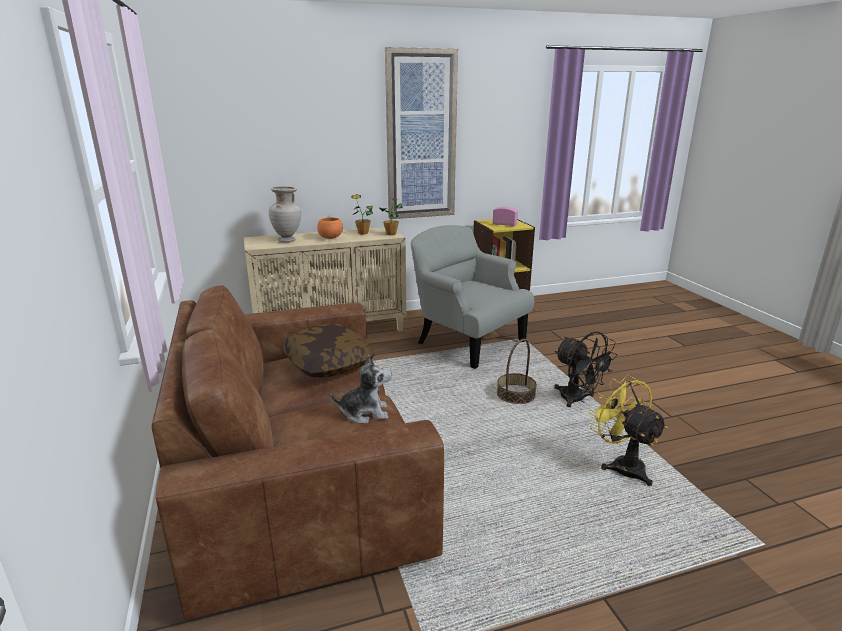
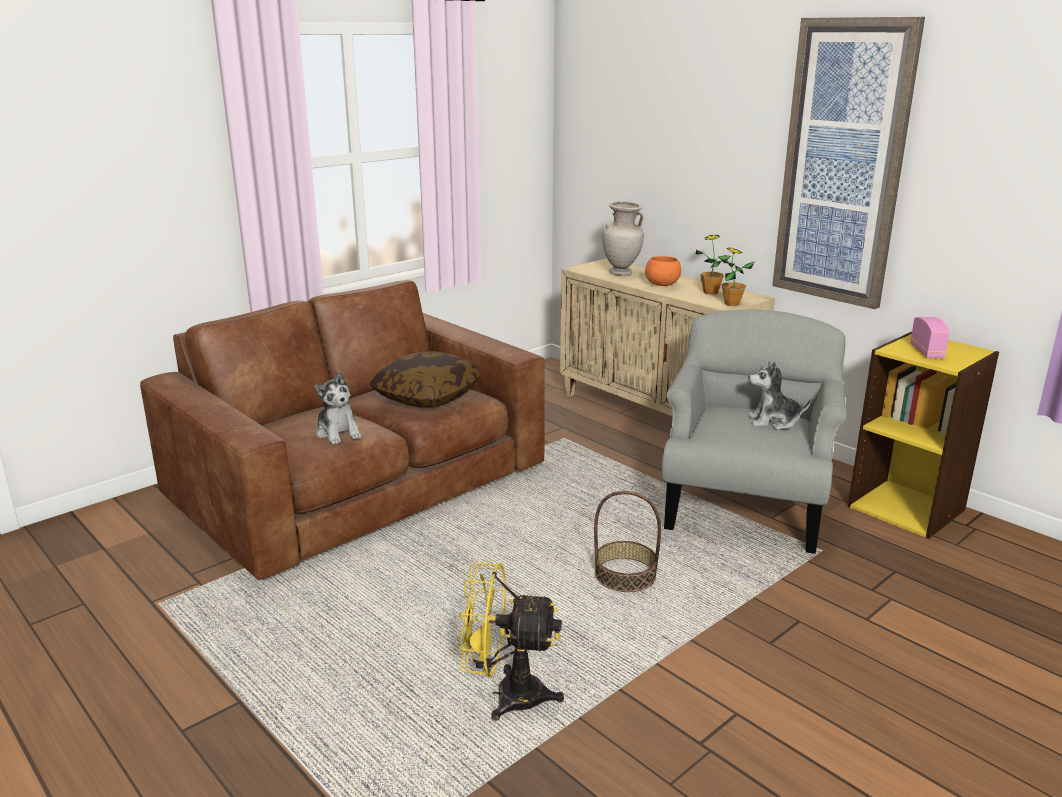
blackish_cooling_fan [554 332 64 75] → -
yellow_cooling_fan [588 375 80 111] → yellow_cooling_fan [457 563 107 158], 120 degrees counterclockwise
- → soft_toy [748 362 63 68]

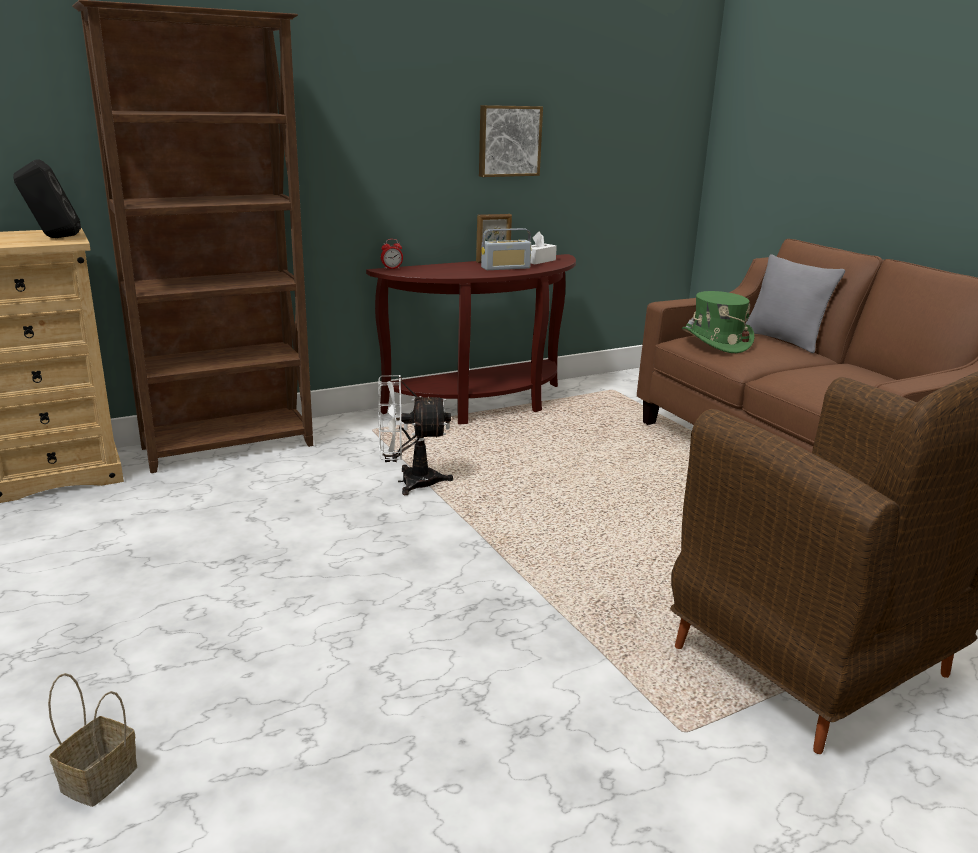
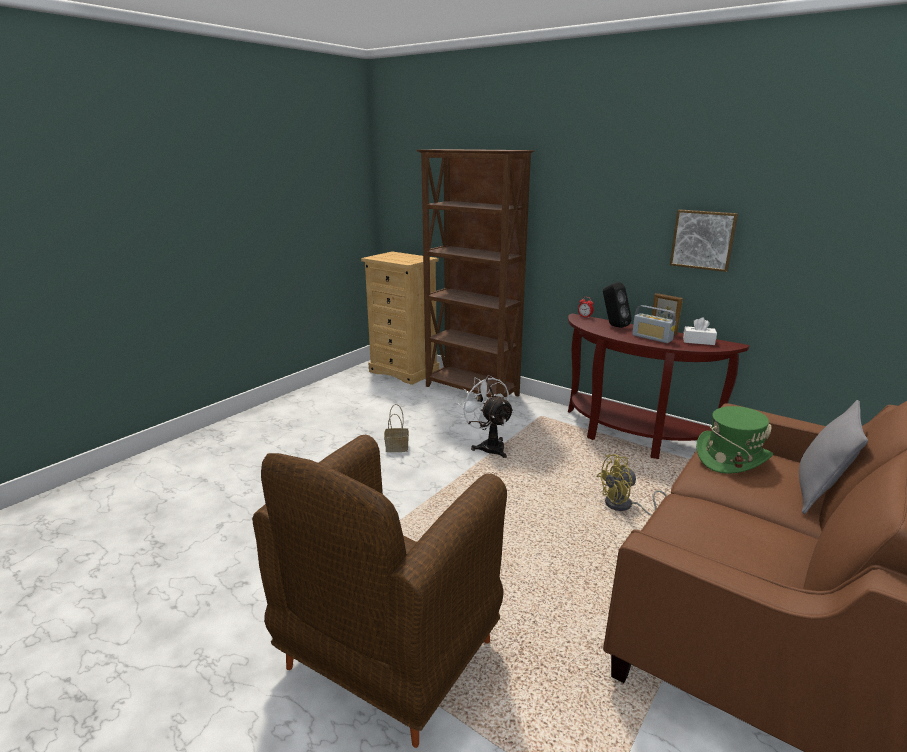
blackish_speaker [13 159 68 79] → blackish_speaker [603 282 29 46], relocated
storage_basket [48 673 89 134] → storage_basket [384 404 25 48], relocated
- → yellow_cooling_fan [597 454 70 61]

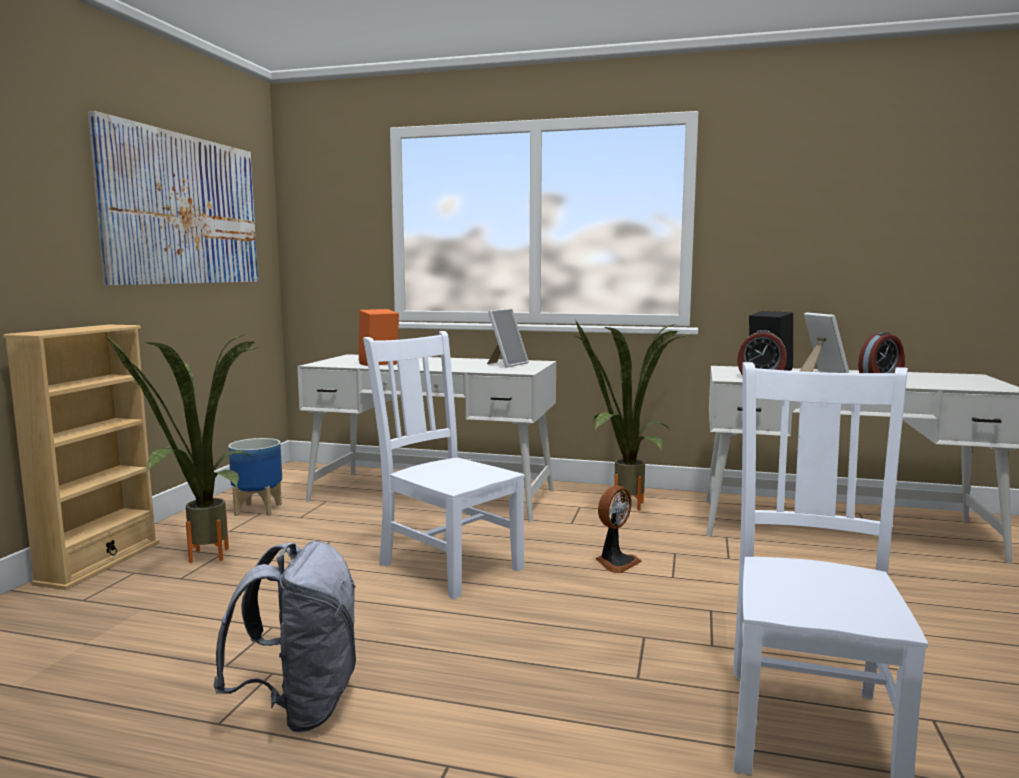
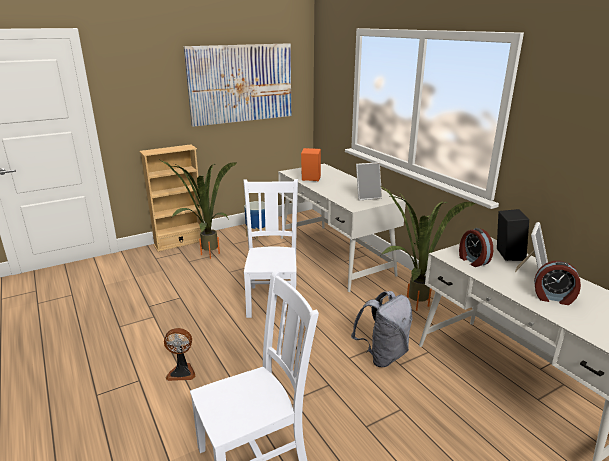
grey_backpack [213 541 143 192] → grey_backpack [351 291 62 76], relocated
cooling_fan [596 486 46 87] → cooling_fan [164 328 31 53], relocated

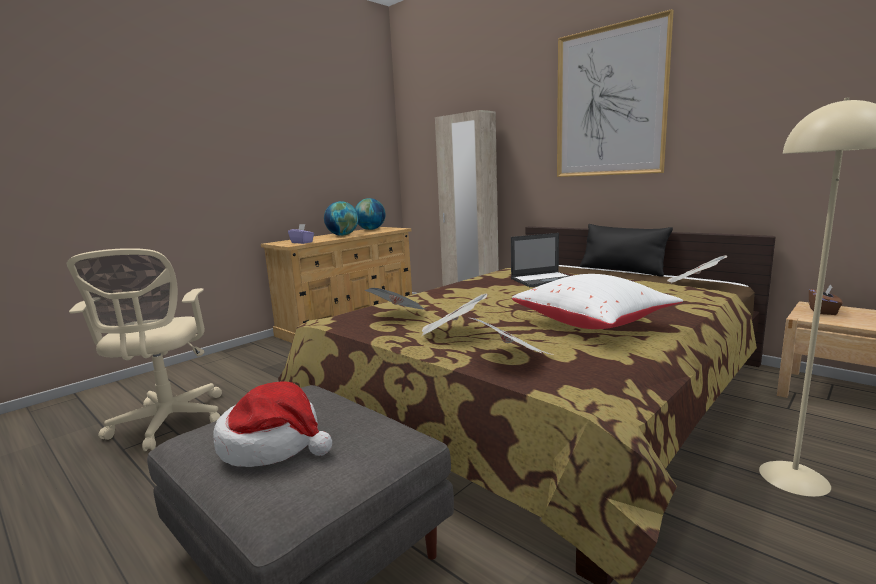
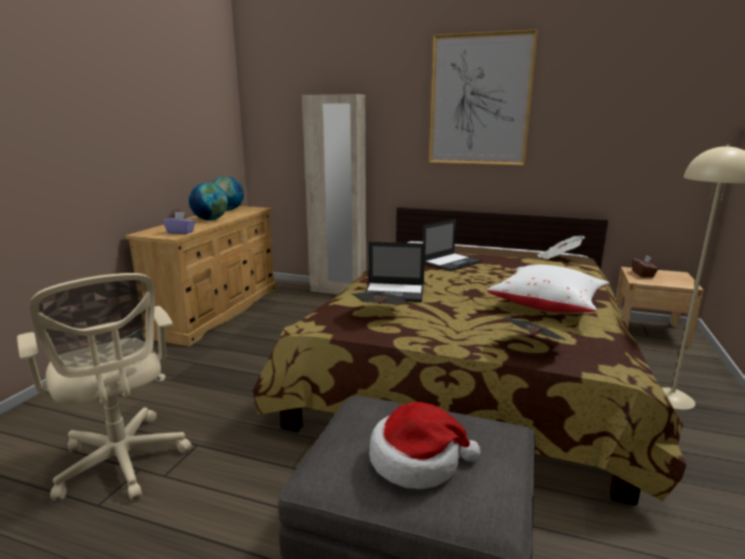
printed_paper [422 294 66 42] → -
blackish_cushion [580 224 93 53] → -
- → laptop [365 242 60 60]

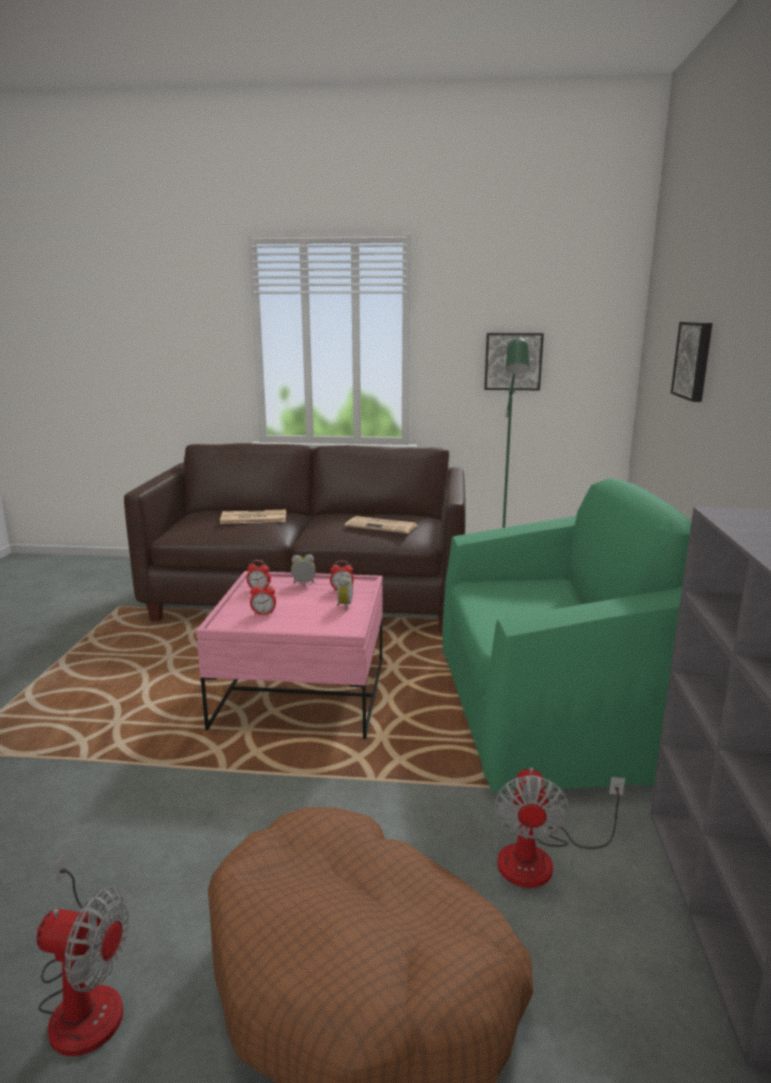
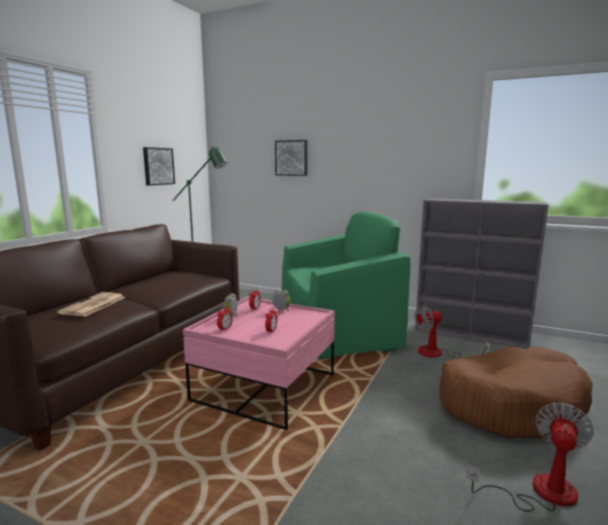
printed_paper [345 516 72 18] → -
greenish_armchair [442 478 249 314] → greenish_armchair [282 212 129 147], 60 degrees clockwise
cooling_fan [494 768 131 120] → cooling_fan [414 304 77 55], 135 degrees clockwise

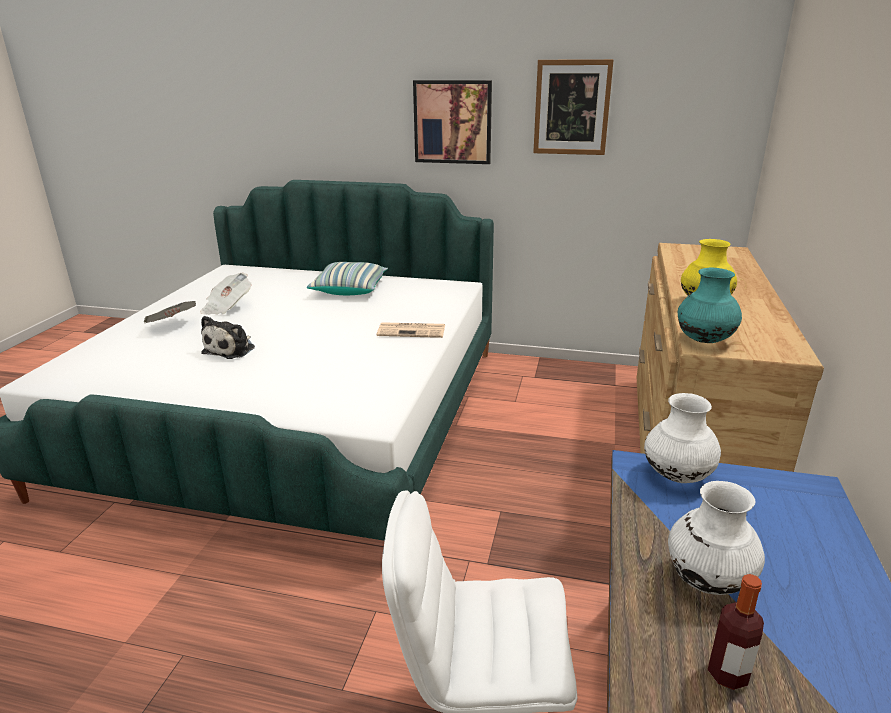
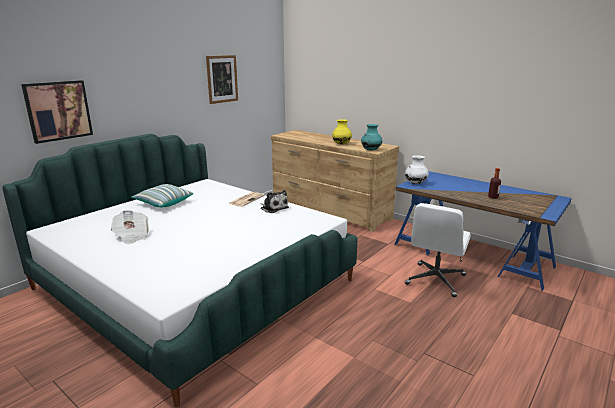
printed_paper [144 301 52 22] → -
soft_toy [201 316 54 43] → soft_toy [261 190 28 23], relocated
picture [413 80 79 84] → picture [21 80 72 64], relocated
white_decorative_vase [668 481 97 114] → -

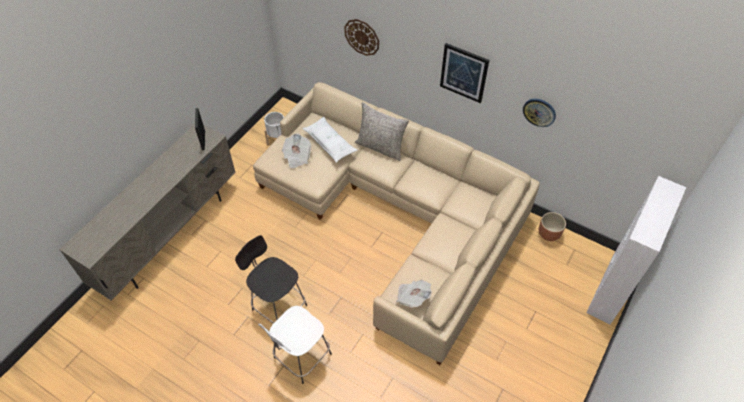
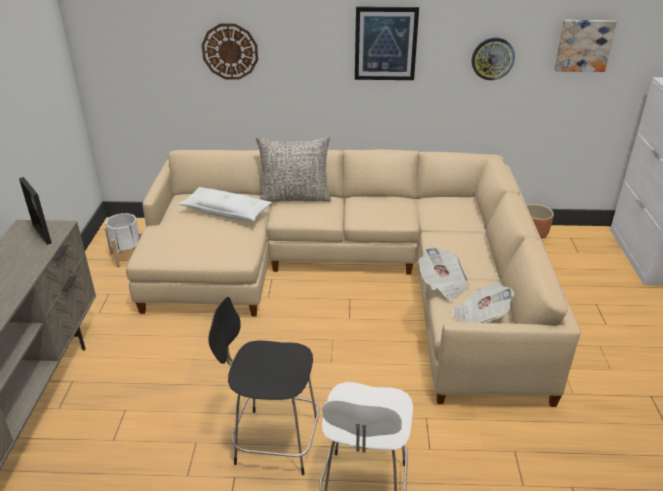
printed_paper [282 133 29 36] → printed_paper [418 247 51 54], relocated
- → picture [554 20 63 52]

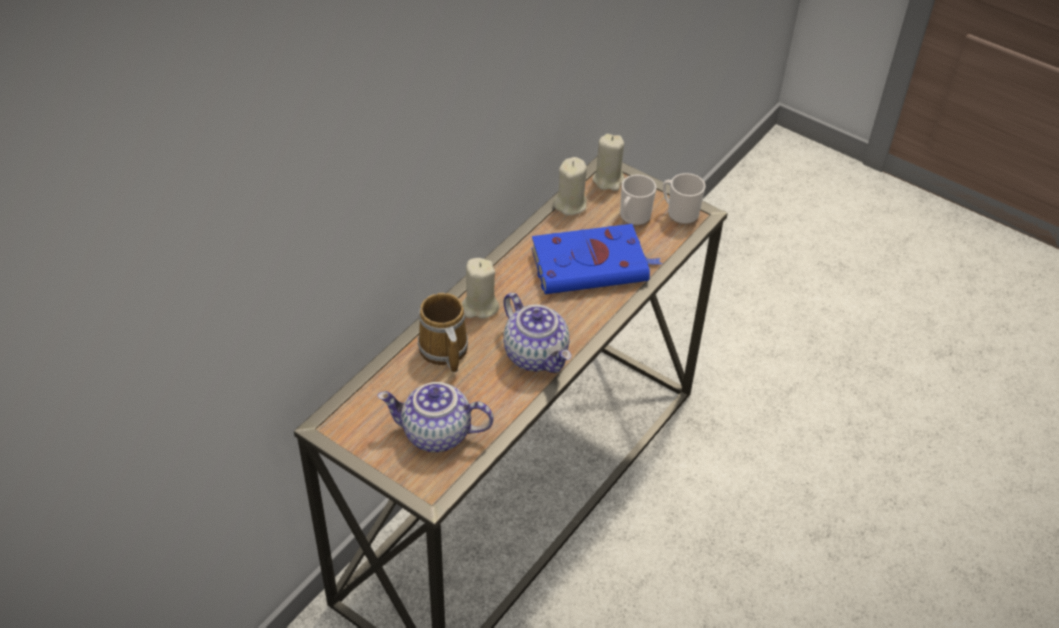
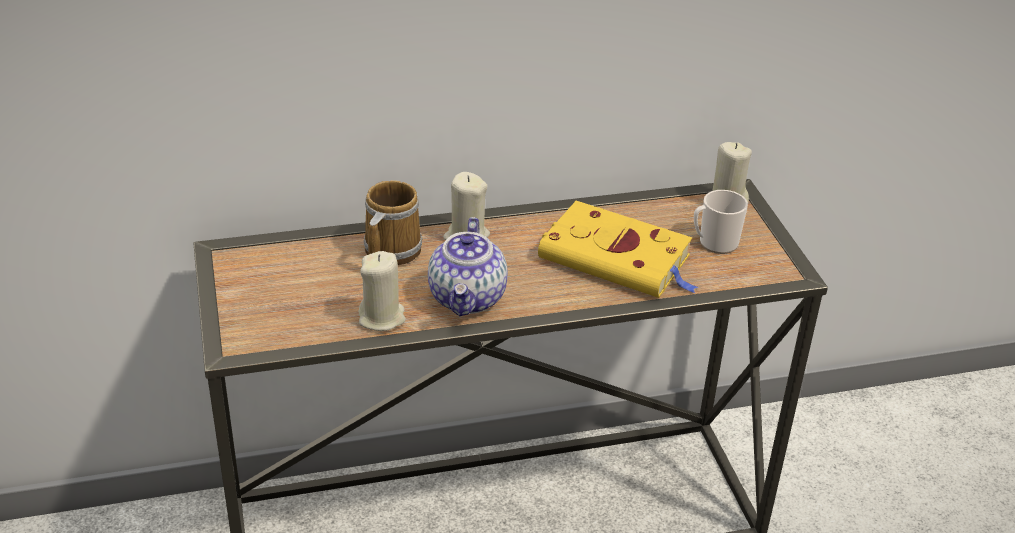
tea_pot [377 382 117 70] → -
blue-coloured_bound_book [531 224 131 70] → yellow_bound_book [538 201 160 97]
beige-coloured_wax_candle [553 157 34 58] → beige-coloured_wax_candle [359 251 47 80], relocated
tea_mug [663 173 43 51] → -

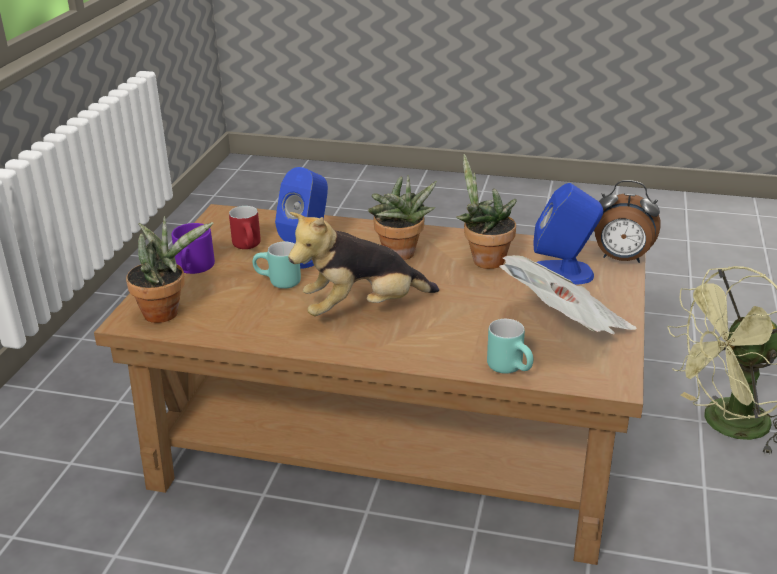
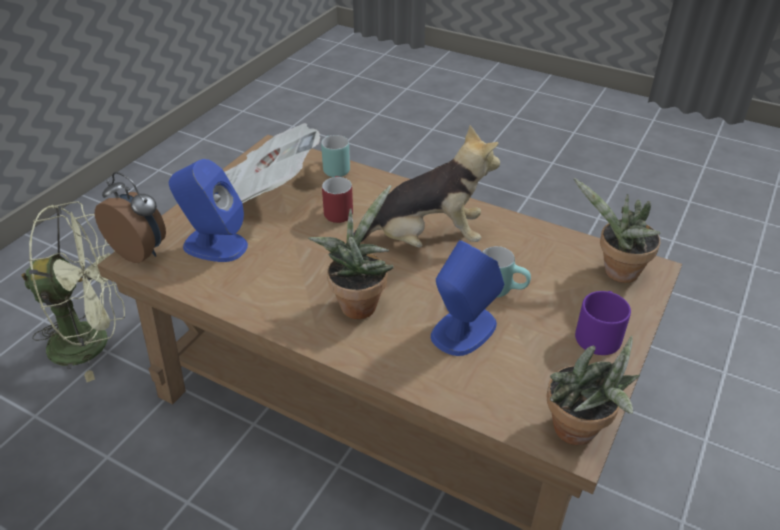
reddish_tea_mug [229 206 32 43] → reddish_tea_mug [322 176 31 47], relocated
potted_plant [456 154 61 115] → potted_plant [547 336 93 109], relocated

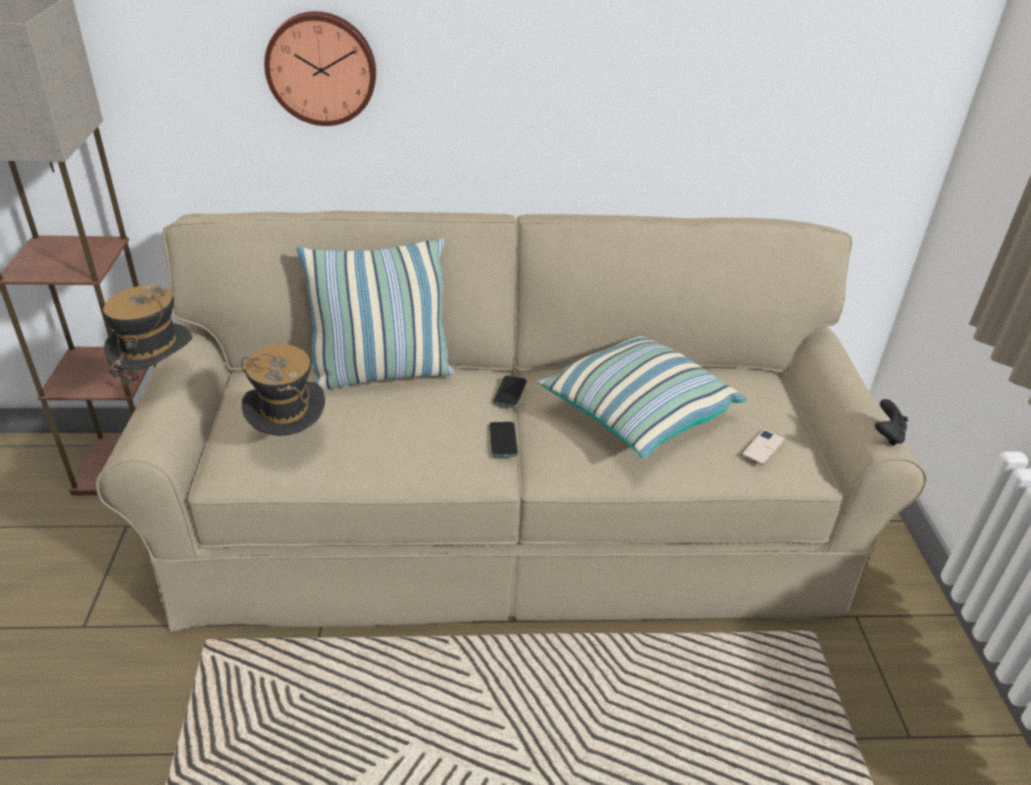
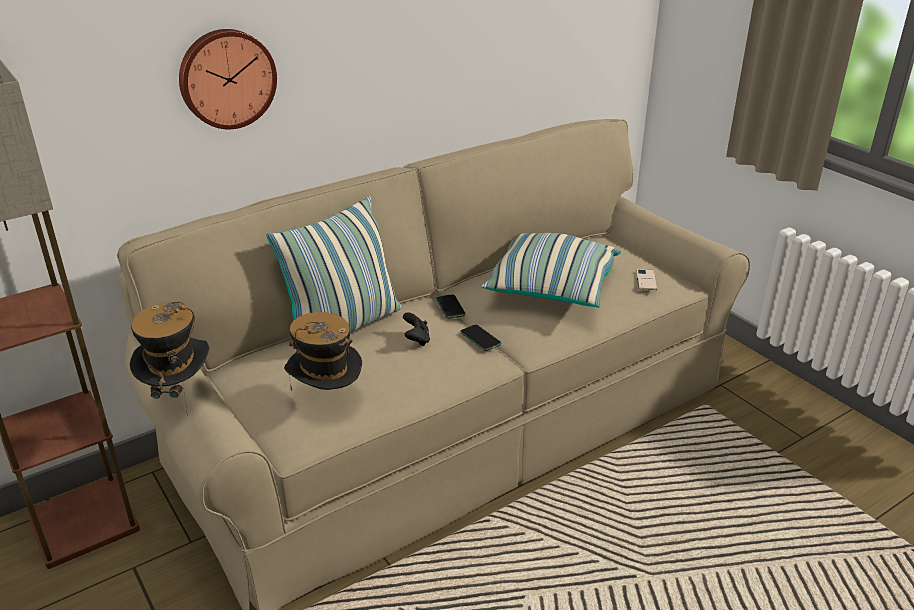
blackish_joypad [875 399 33 47] → blackish_joypad [403 312 27 34], relocated

